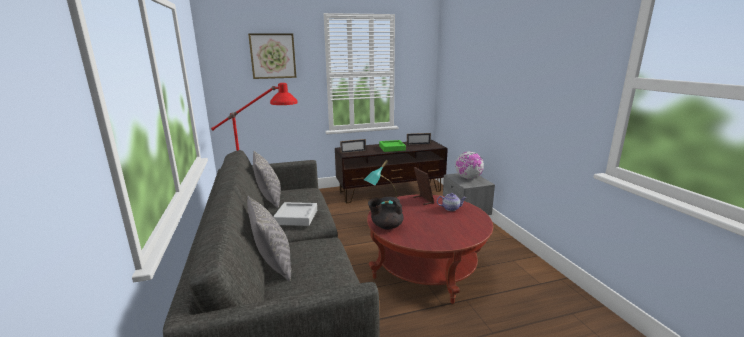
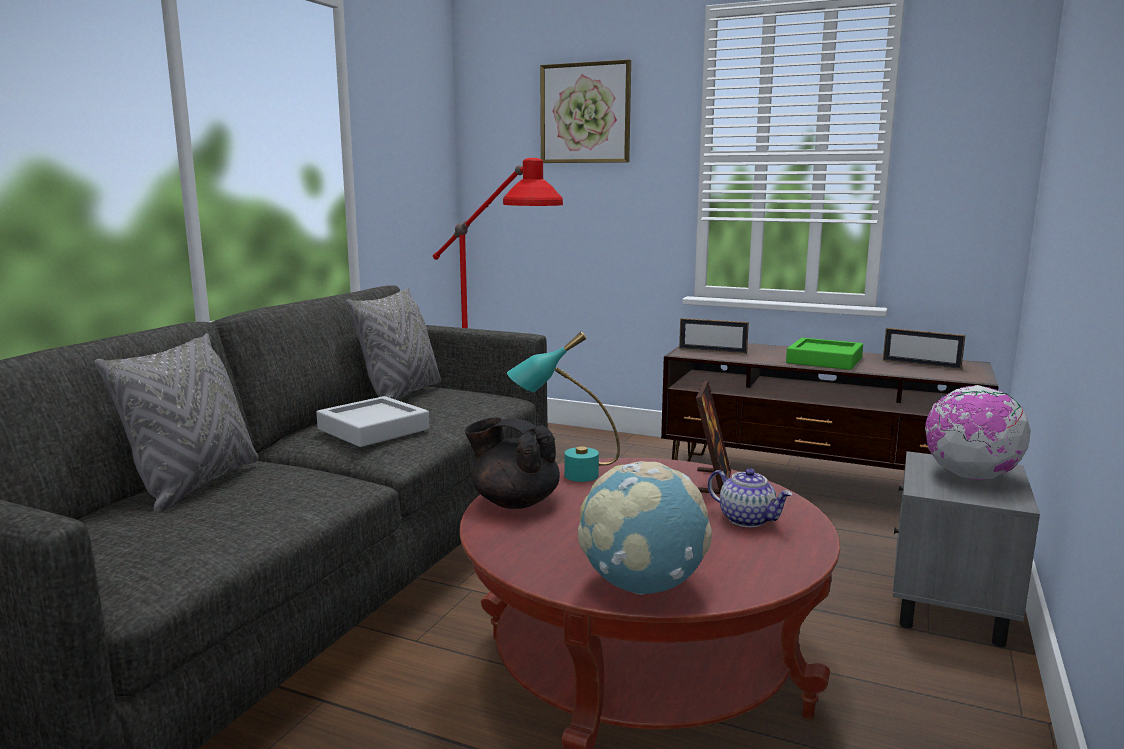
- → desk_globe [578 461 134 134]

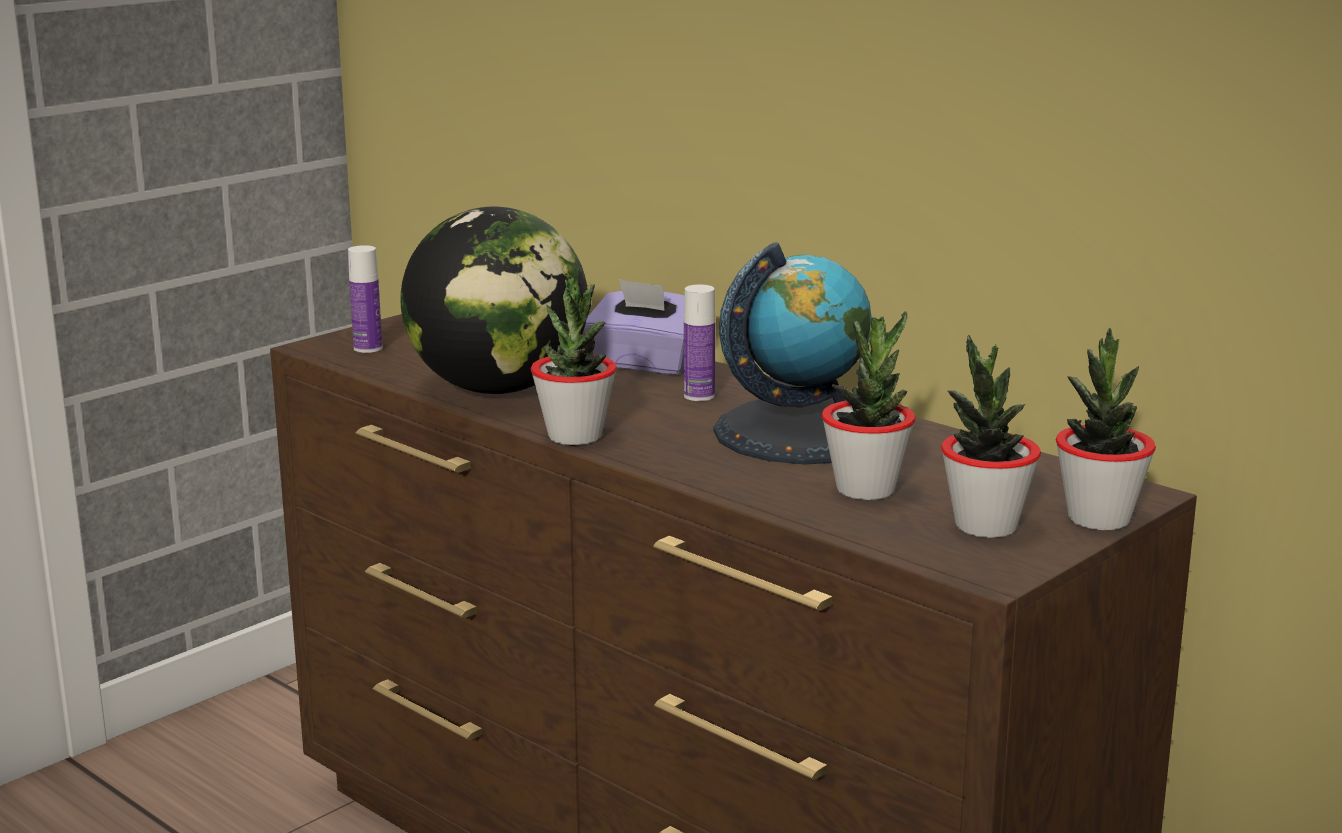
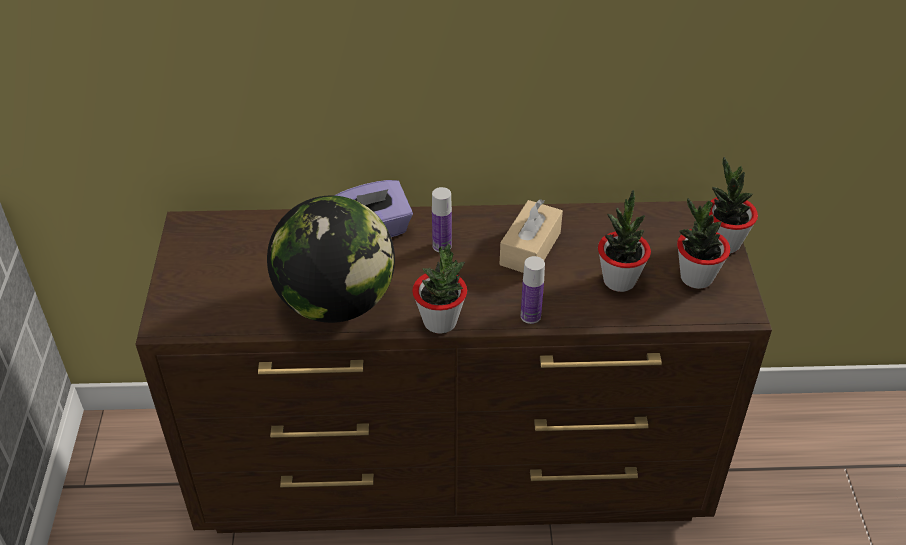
drink_bottle [348 245 34 108] → drink_bottle [521 256 24 68], relocated
desk_globe [713 242 158 222] → beige-coloured_box_of_tissues [500 199 63 74]

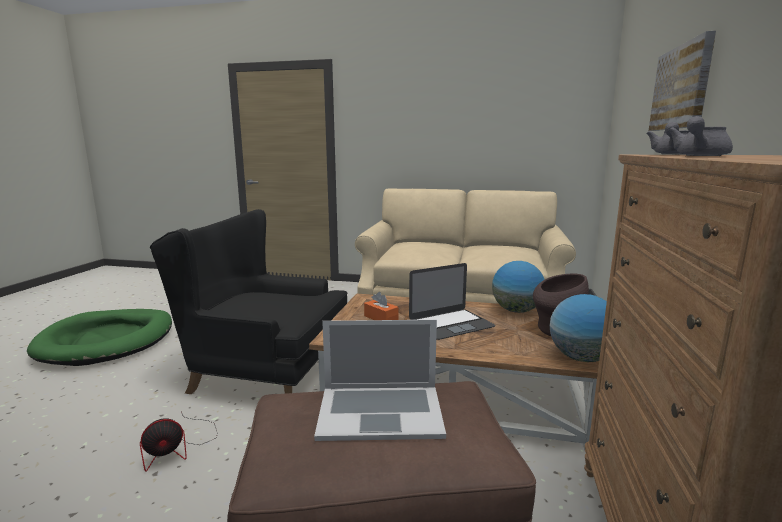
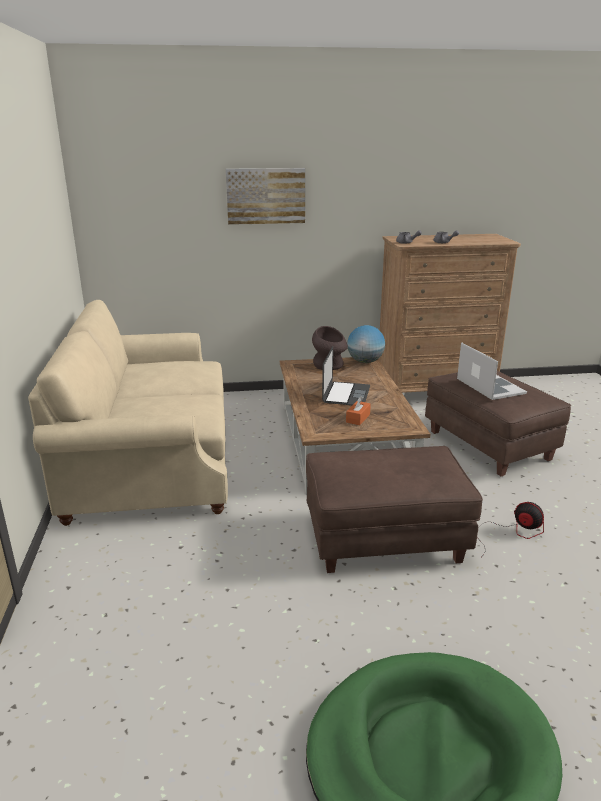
blackish_armchair [150 209 197 185] → brown_footrest [306 446 177 127]
laptop [409 263 87 77] → laptop [322 346 48 59], 60 degrees clockwise
desk_globe [492 261 53 52] → -

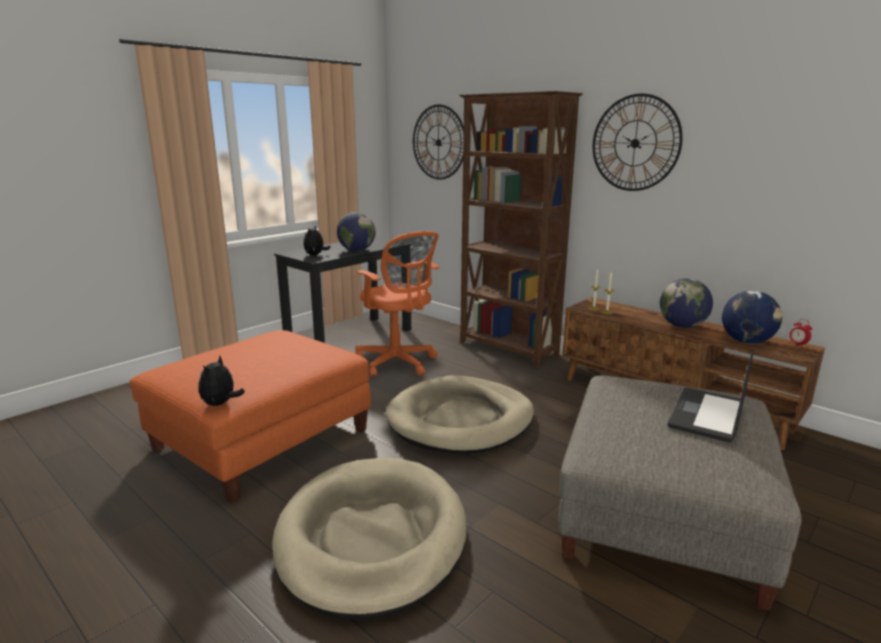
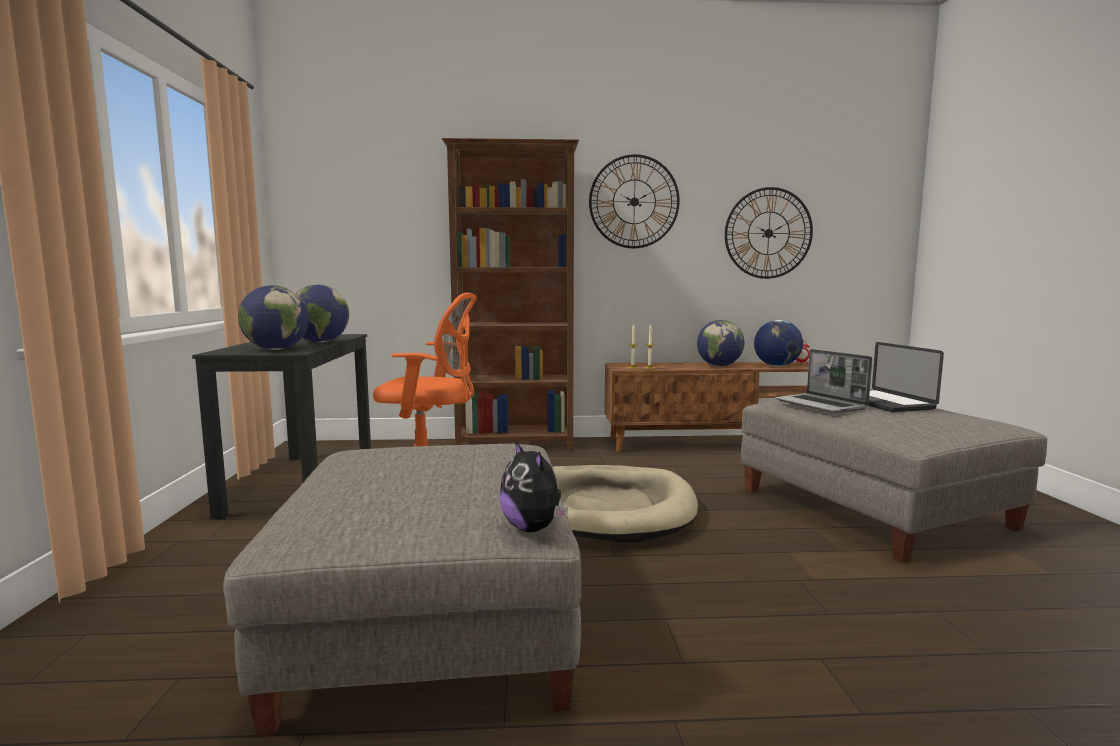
orange_footrest [130 330 241 173] → grey_footrest [223 444 358 292]
beige-coloured_dog_bed [272 458 195 162] → -
soft_toy [303 226 28 29] → desk_globe [238 285 71 65]
wall_clock [413 104 51 76] → wall_clock [725 187 88 92], relocated
- → laptop [775 349 97 64]

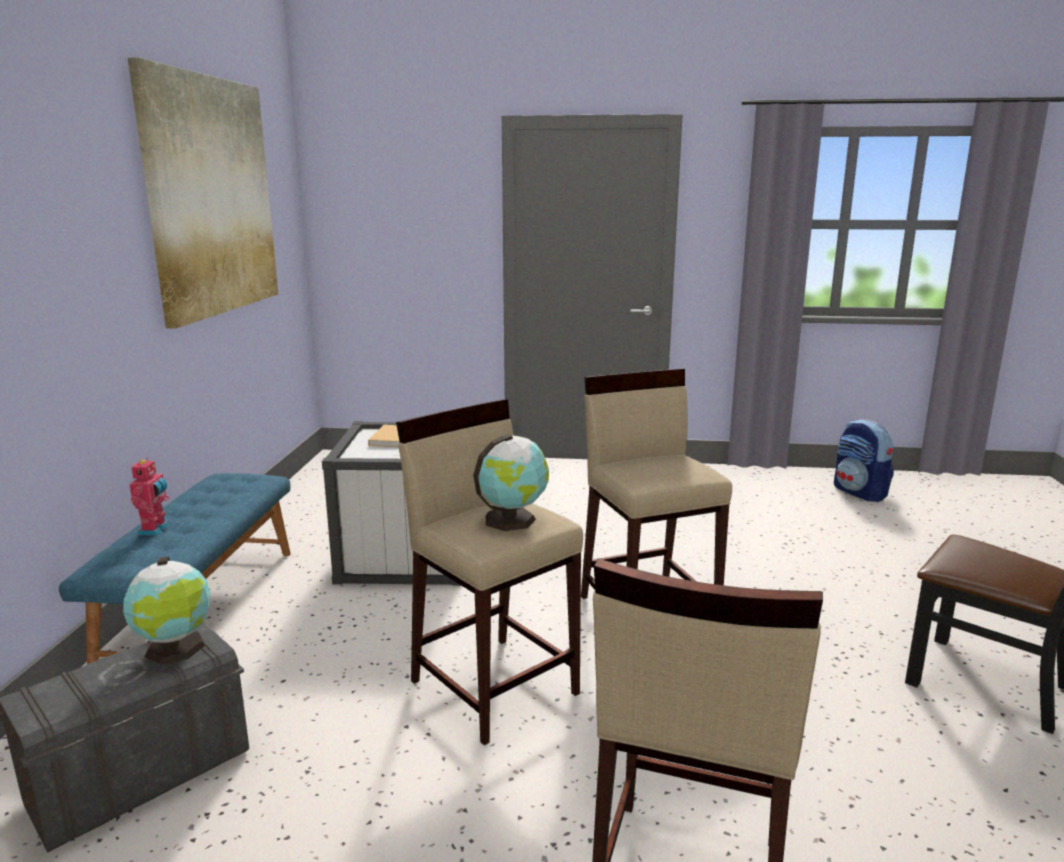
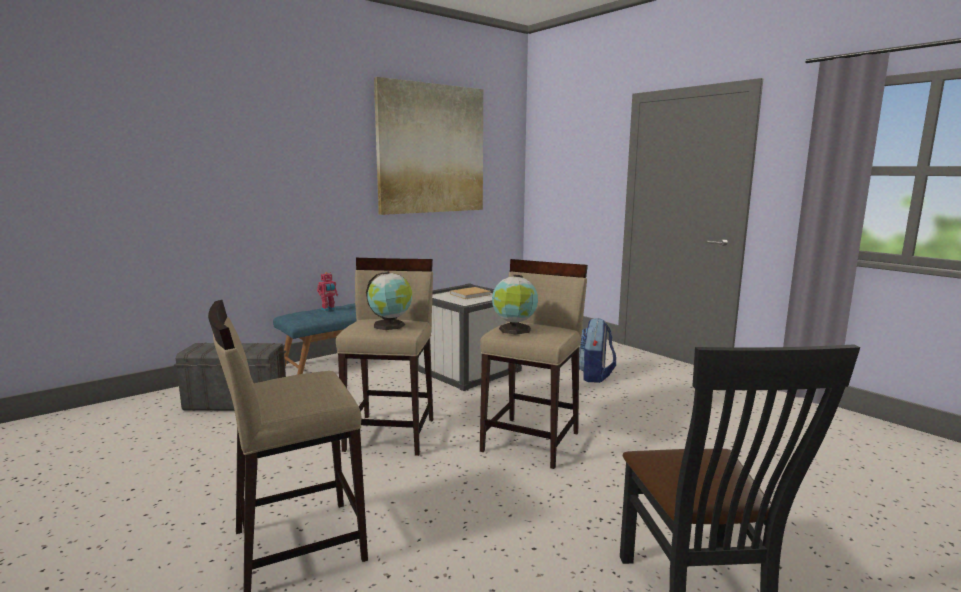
desk_globe [123 557 87 108] → desk_globe [492 275 46 60], relocated
backpack [834 419 60 83] → backpack [579 318 37 65], relocated

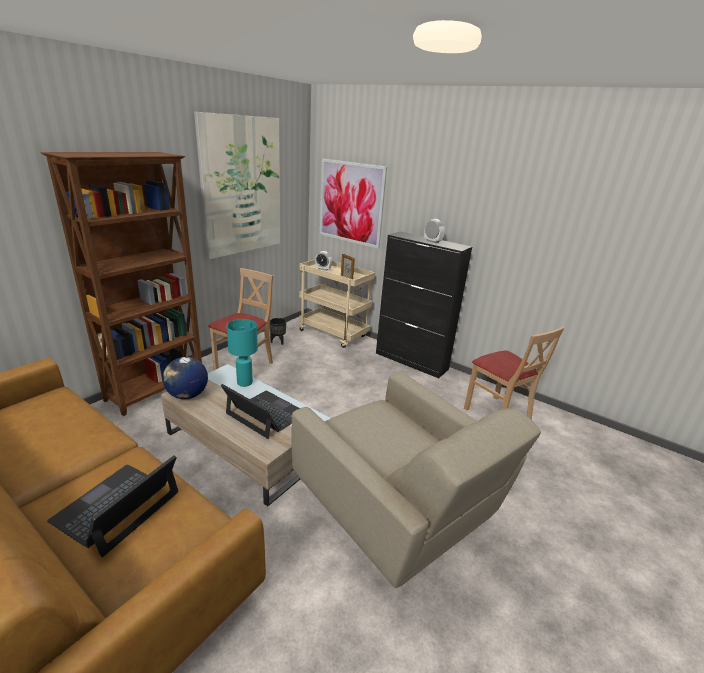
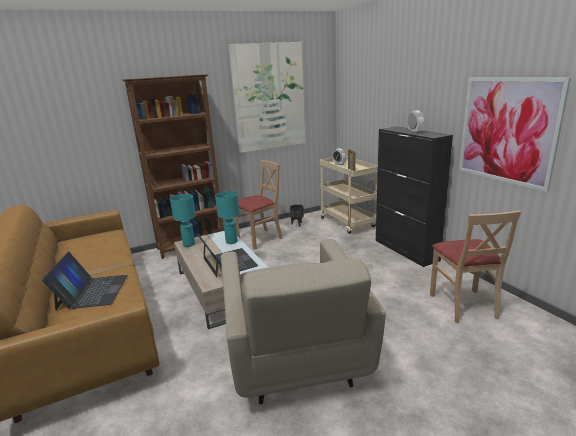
laptop [47 455 131 102] → laptop [42 252 86 58], 120 degrees clockwise
desk_globe [163 357 45 42] → turquoise-coloured_tabletop_lamp [170 194 26 53]
picture [320 159 67 90] → picture [459 77 112 115], relocated

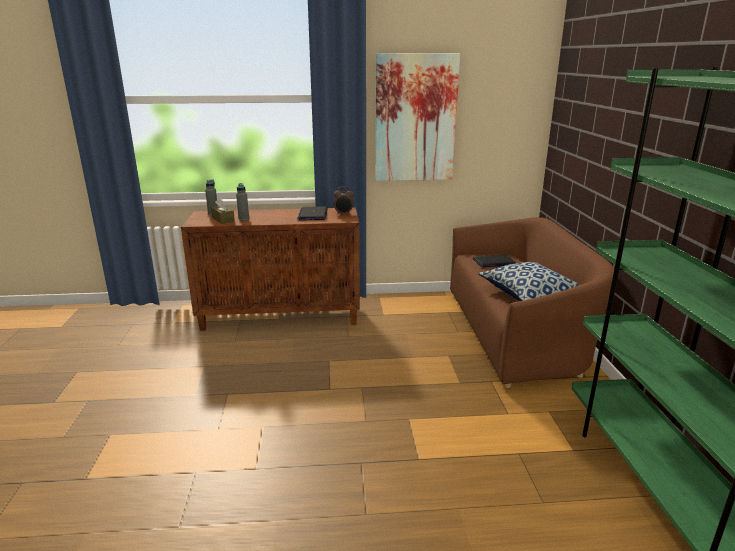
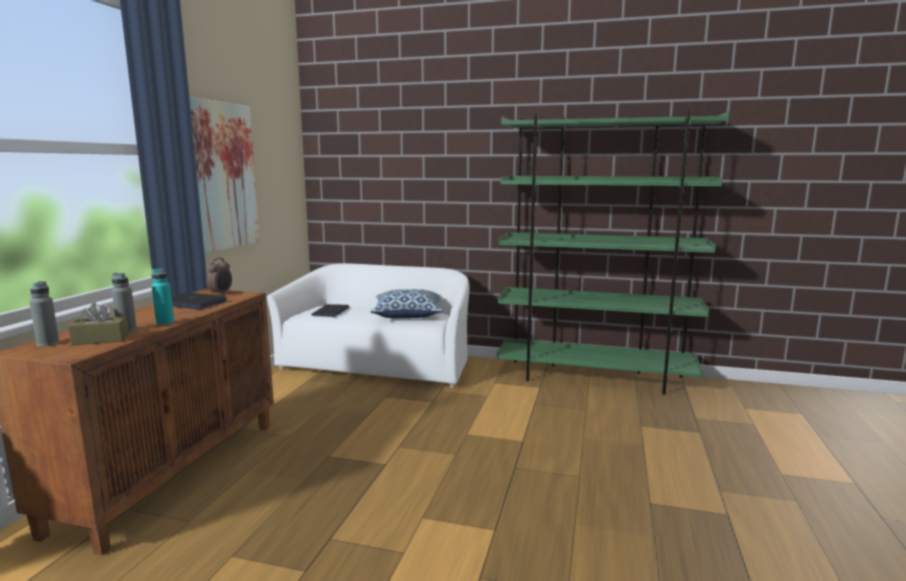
brown_couch [450 217 164 171] → white_couch [267 263 202 125]
- → turquoise-coloured_drink_bottle [151 268 23 58]

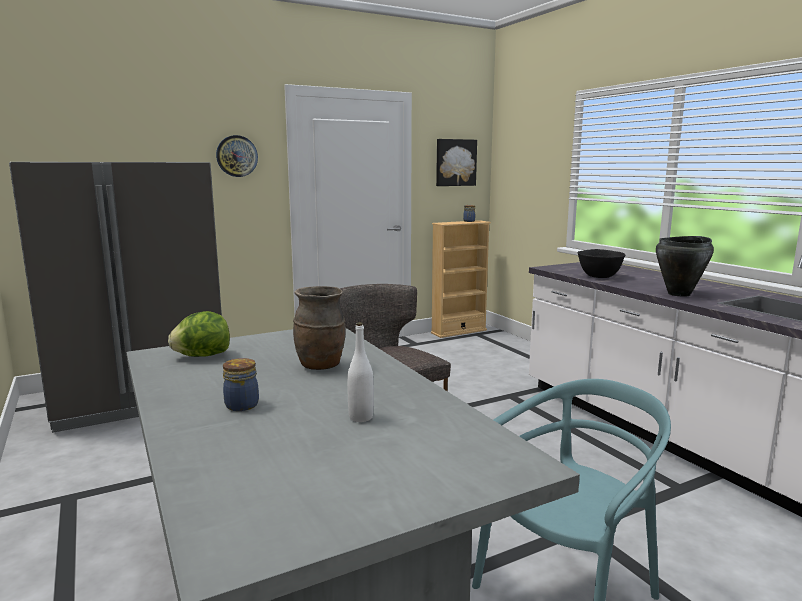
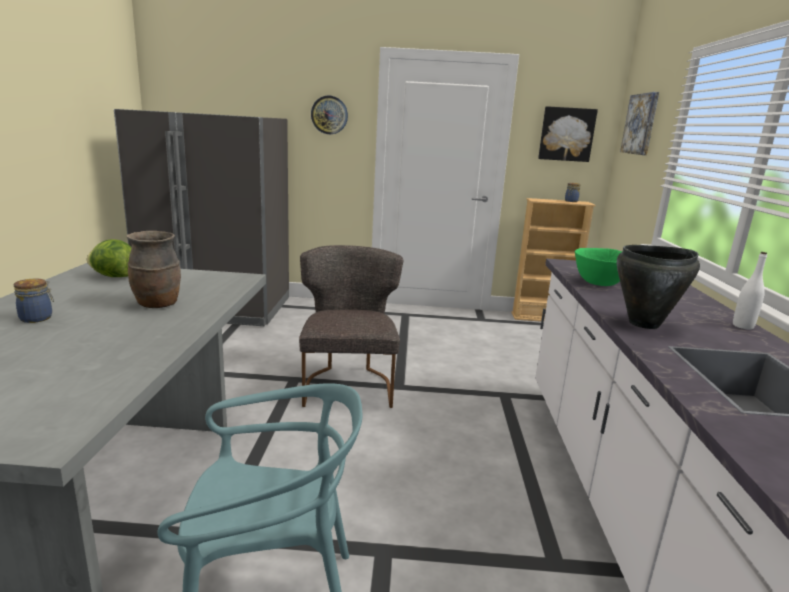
white_drink_bottle [347 322 27 100] → white_drink_bottle [733 252 34 77], relocated
blackish_serving_bowl [578 249 47 29] → greenish_serving_bowl [575 248 47 38]
- → picture [620 92 39 63]

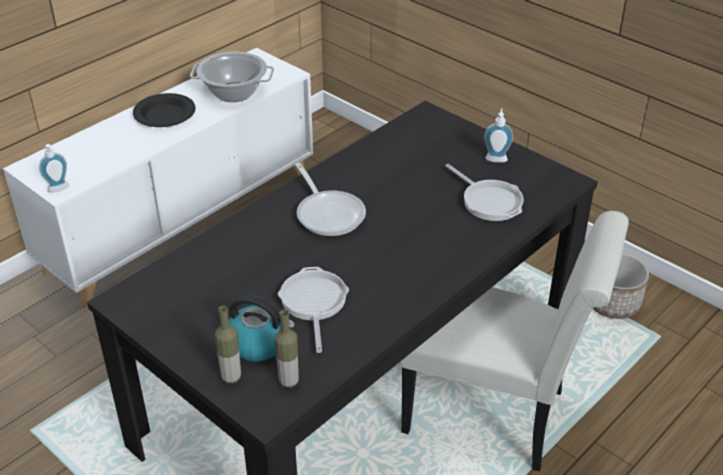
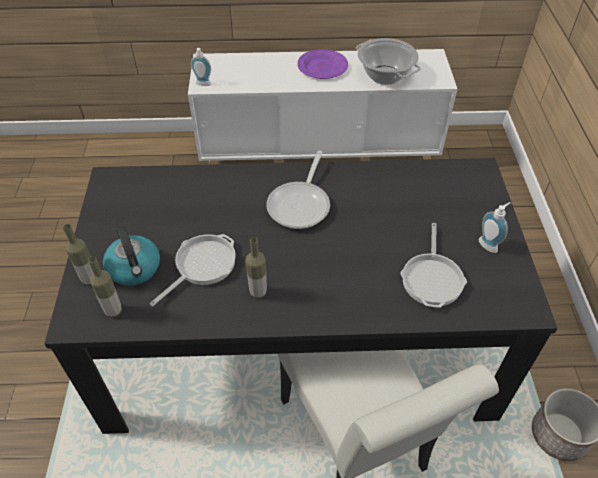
blackish_dinner_plate [133 93 63 34] → purplish_dinner_plate [297 49 51 30]
- → drink_bottle [245 237 22 62]

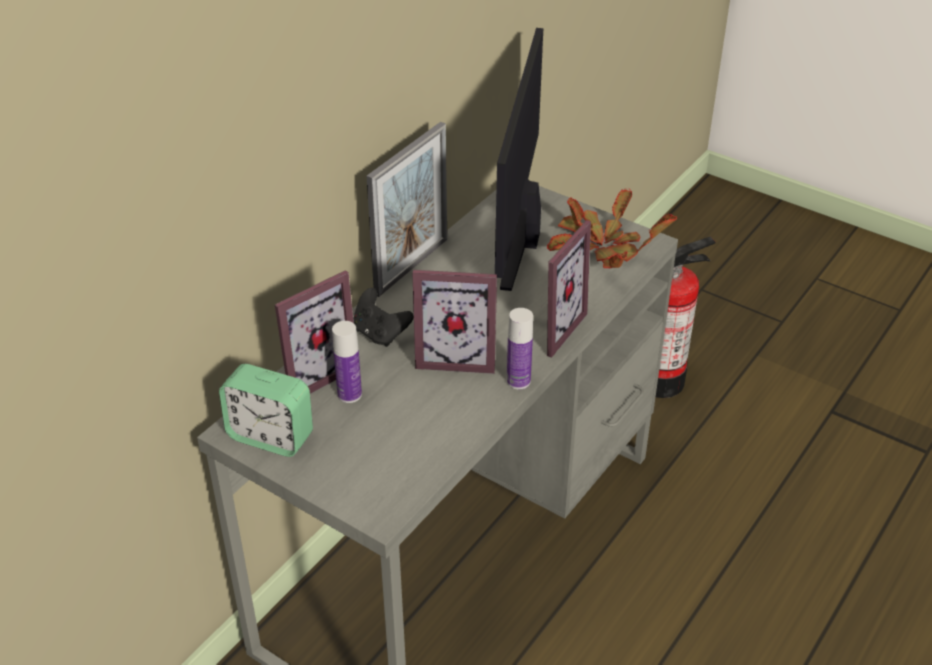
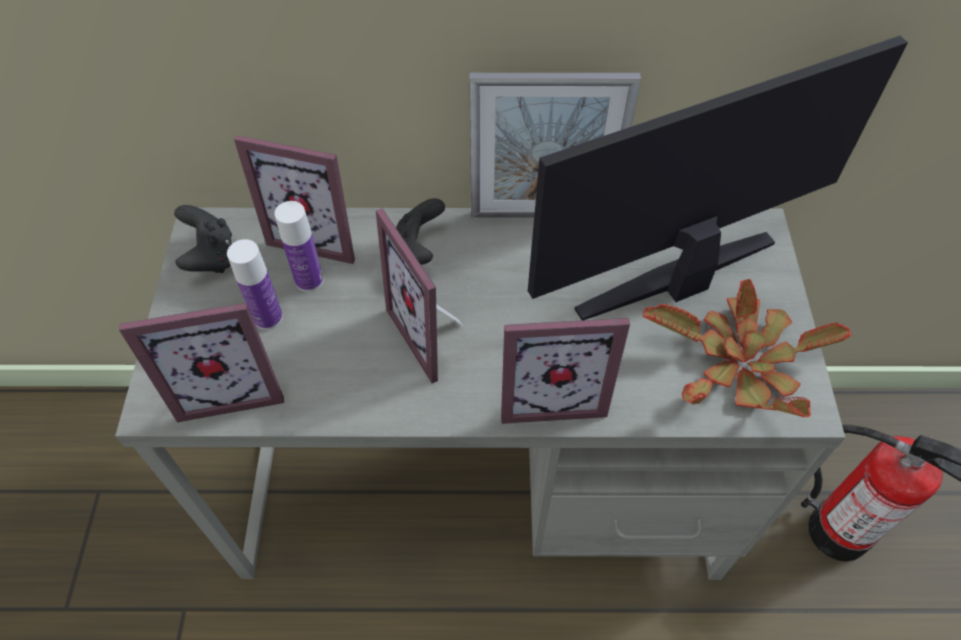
bedside_clock [219 364 94 93] → blackish_joypad [174 205 58 68]
drink_bottle [507 308 26 81] → drink_bottle [227 239 56 91], relocated
- → photo_frame [119 303 165 119]

